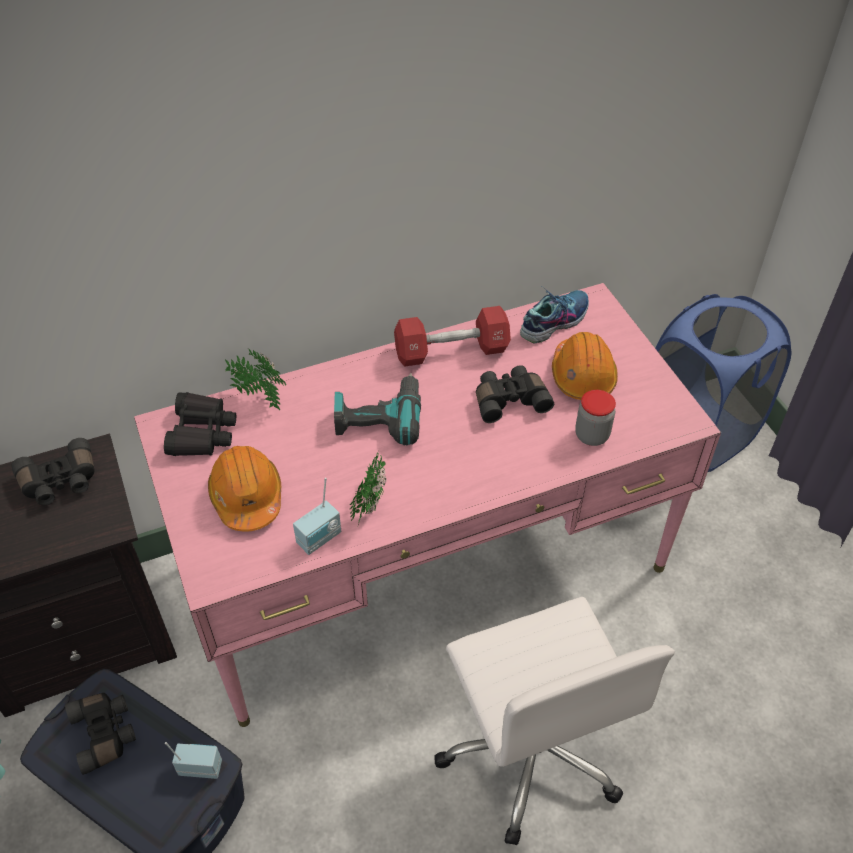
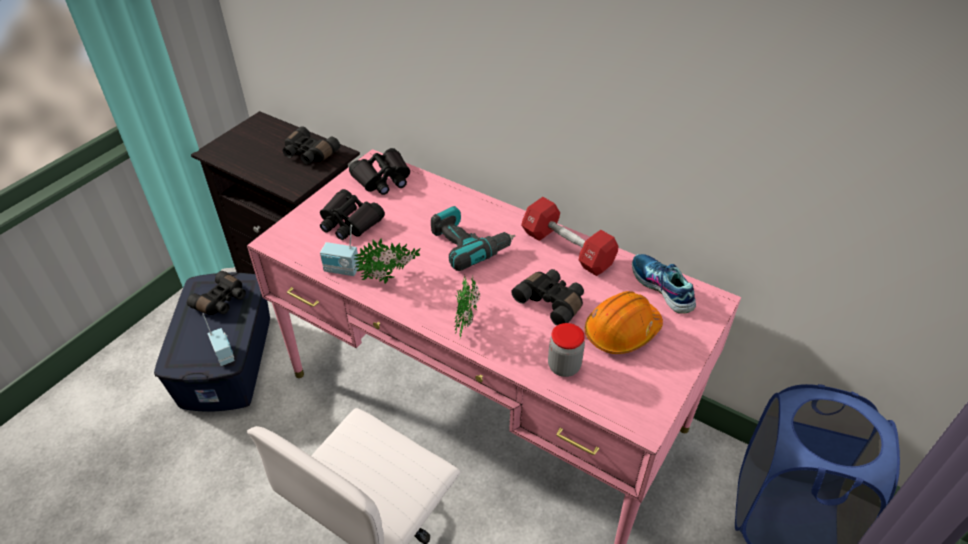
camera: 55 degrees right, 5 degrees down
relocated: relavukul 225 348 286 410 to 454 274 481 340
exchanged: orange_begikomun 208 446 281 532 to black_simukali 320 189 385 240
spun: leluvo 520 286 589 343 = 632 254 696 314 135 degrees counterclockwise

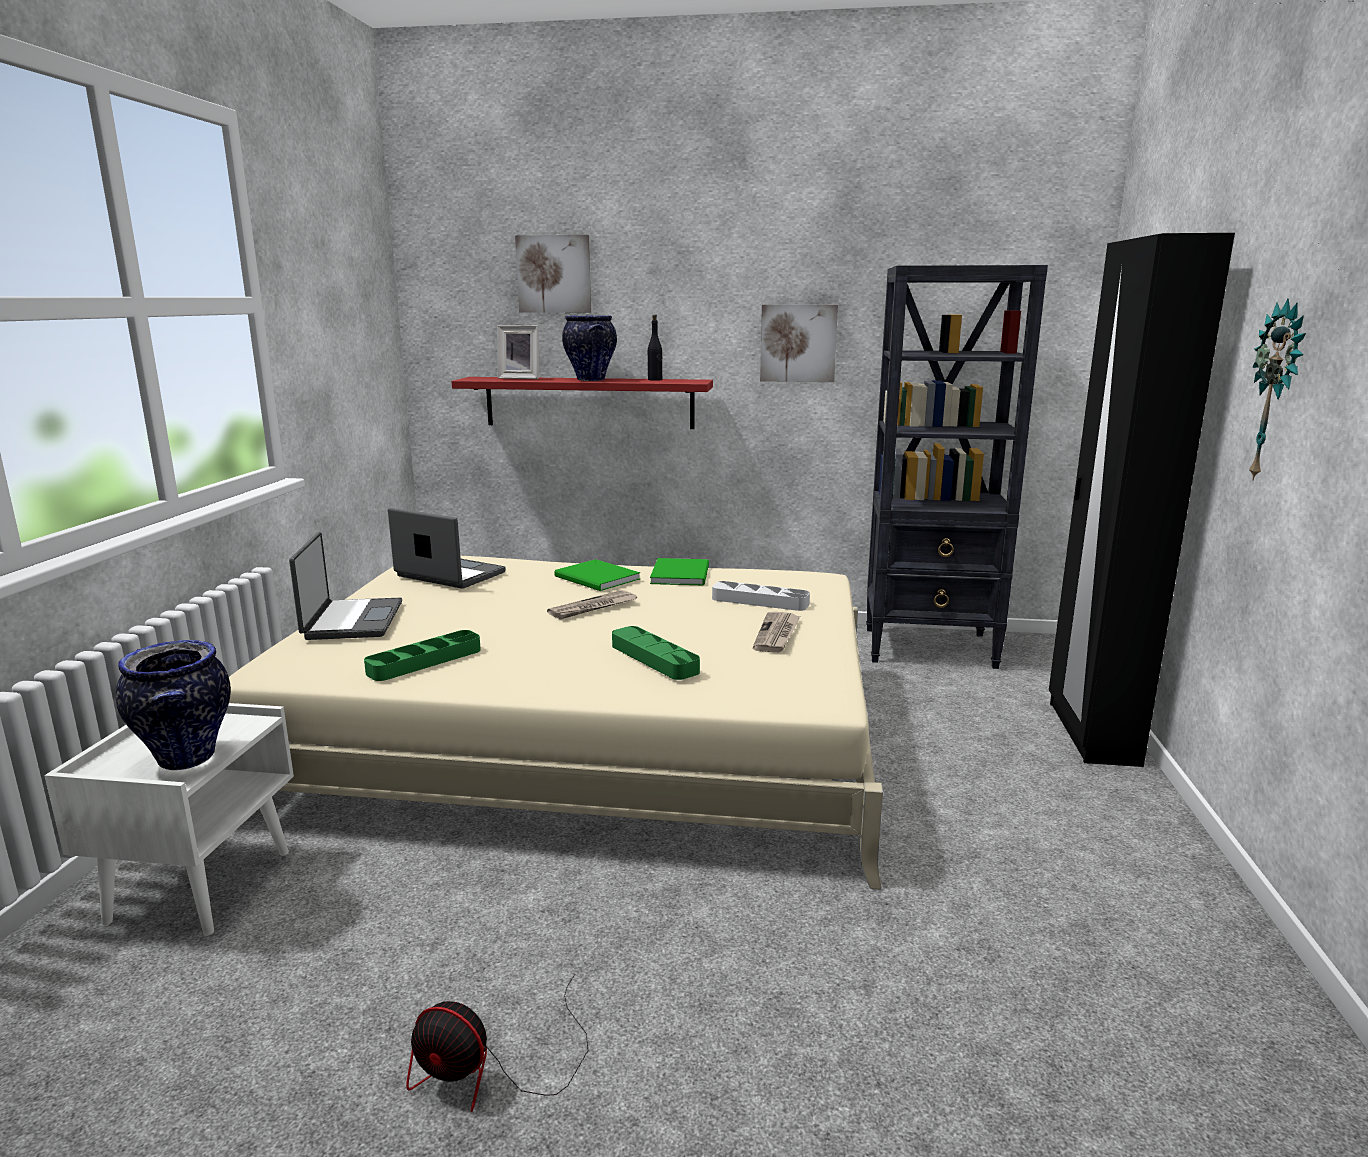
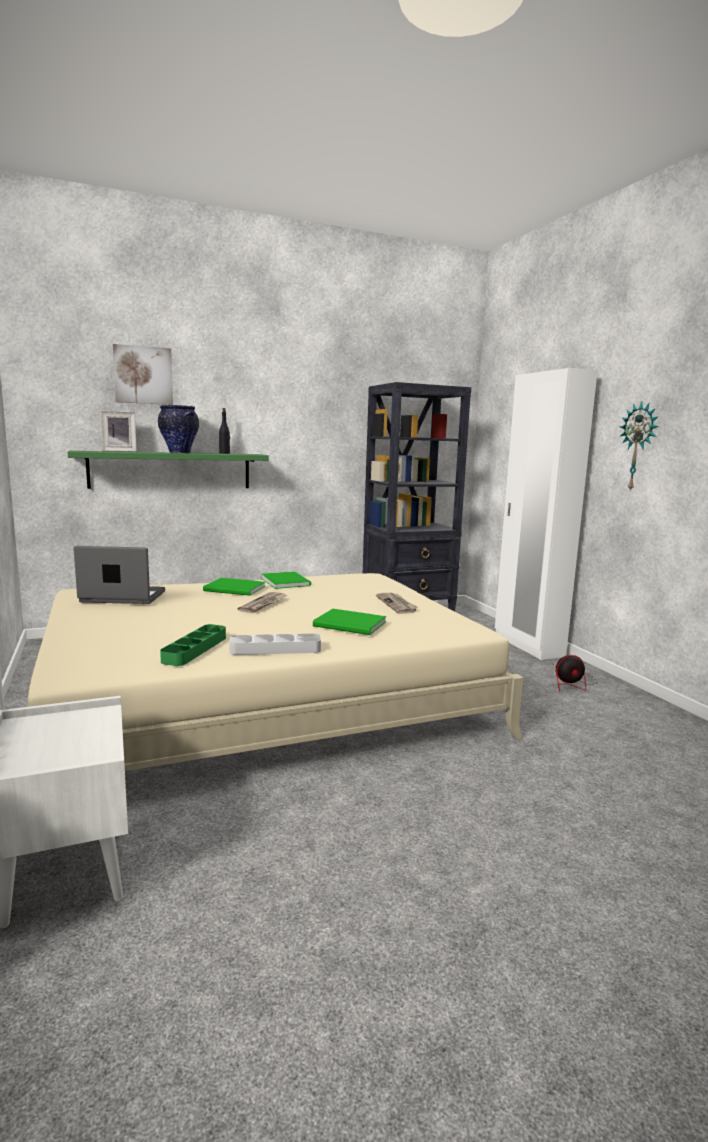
camera: 30 degrees left, 5 degrees down
missing: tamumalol 116 640 231 770; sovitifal 289 532 402 640; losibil 760 305 838 382
relocated: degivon 406 974 588 1112 to 554 655 598 691; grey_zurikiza 712 581 810 611 to 229 634 321 655
exchanged: green_zurikiza 612 626 700 680 to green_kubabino 313 609 387 635
colour: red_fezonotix 451 377 713 429 to green_fezonotix 67 451 269 489; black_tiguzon 1049 233 1235 767 to white_tiguzon 495 368 598 660

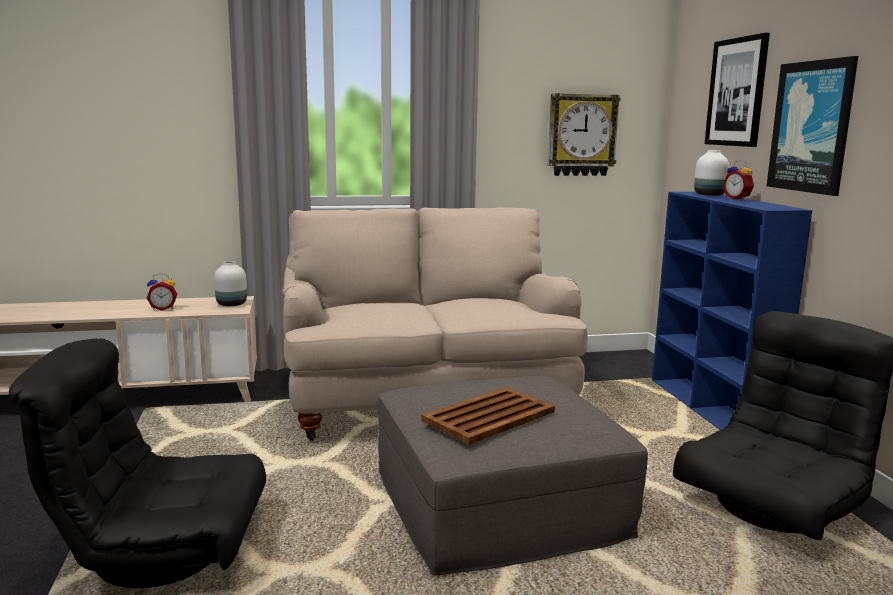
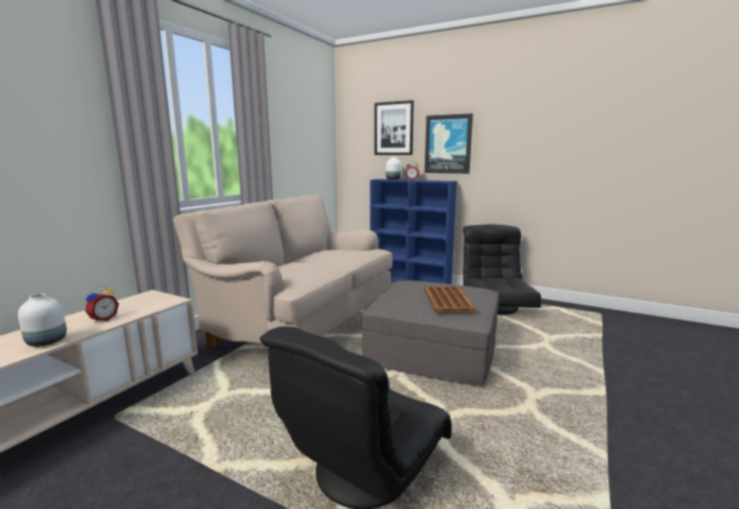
camera: 50 degrees left, 0 degrees up
missing: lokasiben 548 93 621 176
relocated: white_tamumalol 214 261 247 306 to 18 293 67 347

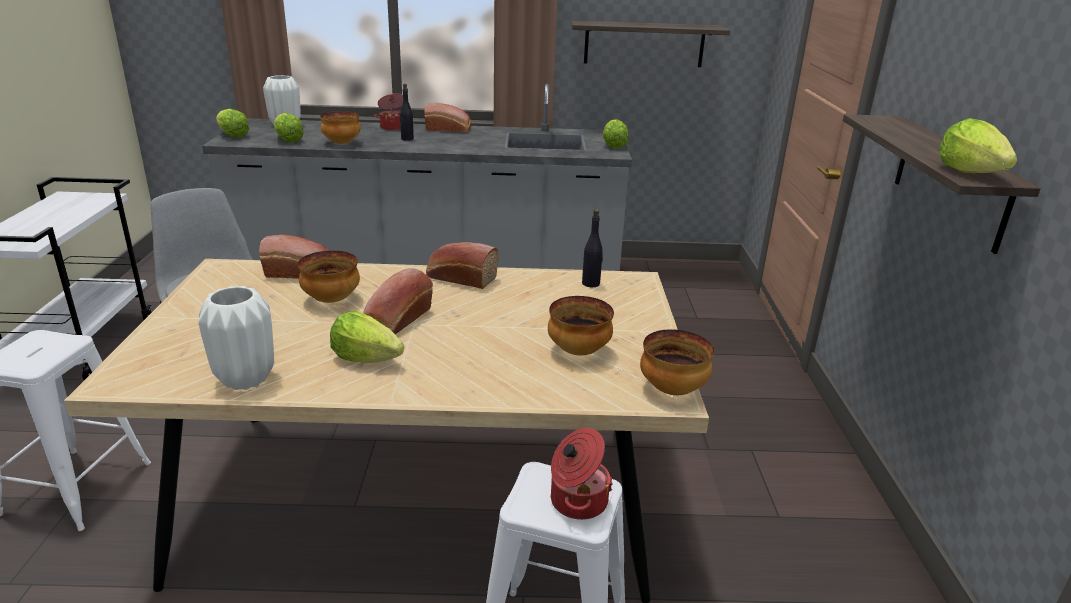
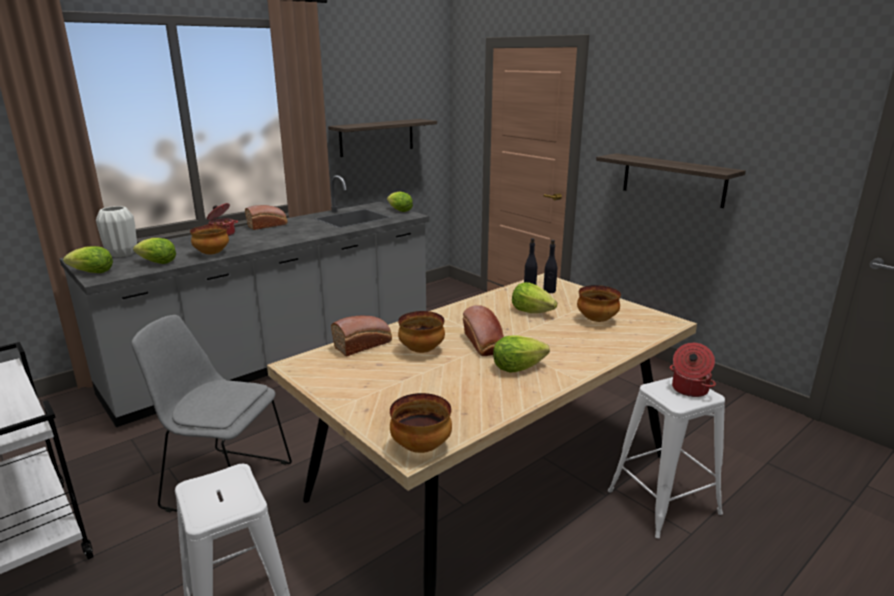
camera: 40 degrees left, 5 degrees down
missing: white_tamumalol 198 286 274 390; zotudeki 426 242 499 289
relocated: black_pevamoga 400 84 414 141 to 543 240 557 293; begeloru 640 329 714 395 to 390 393 452 453; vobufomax 939 118 1017 173 to 512 282 557 313

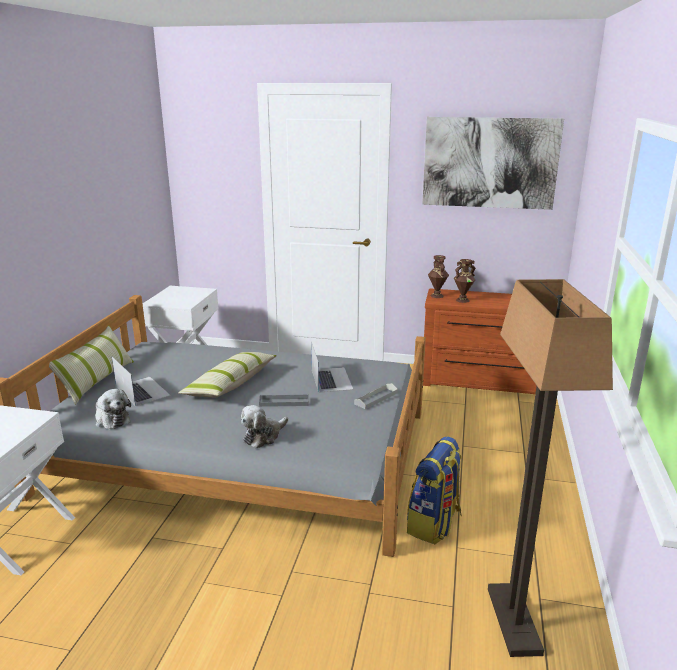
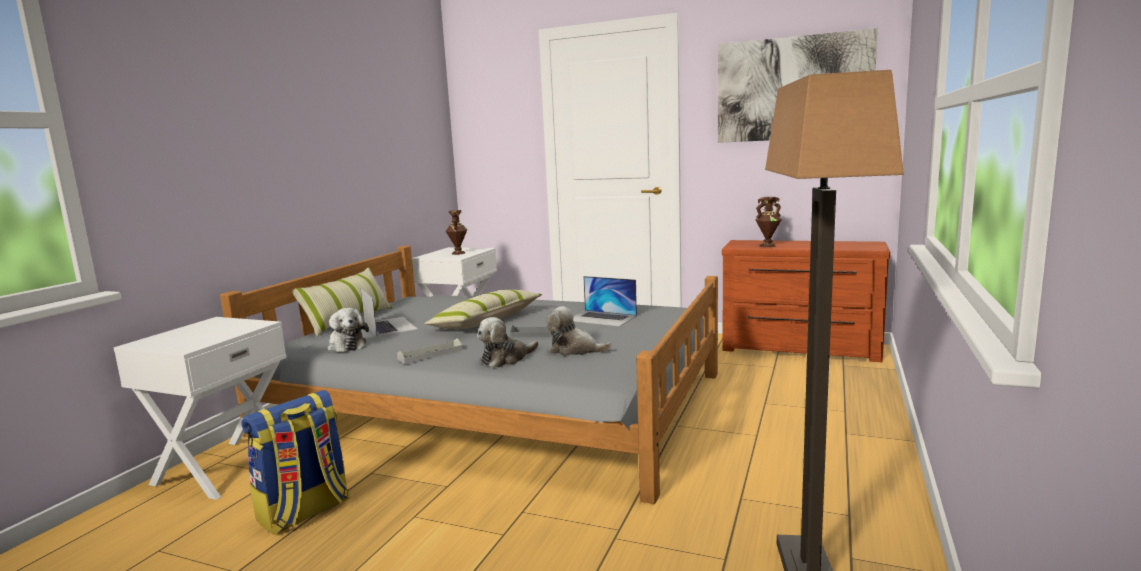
camera: 10 degrees right, 10 degrees down
appeared: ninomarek 546 306 612 356
relocated: grey_zurikiza 354 383 398 409 to 397 338 463 364; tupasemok 407 436 462 544 to 241 390 349 535; brown_tamumalol 428 255 449 298 to 446 210 468 255
spun: sovitifal 311 341 353 393 = 573 276 637 327 120 degrees clockwise

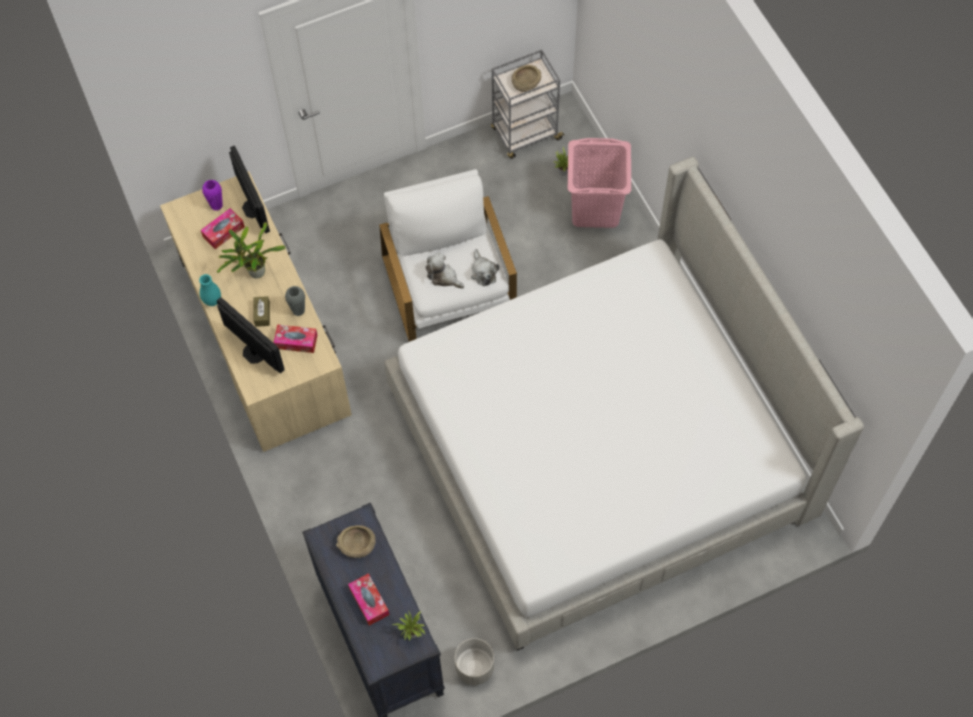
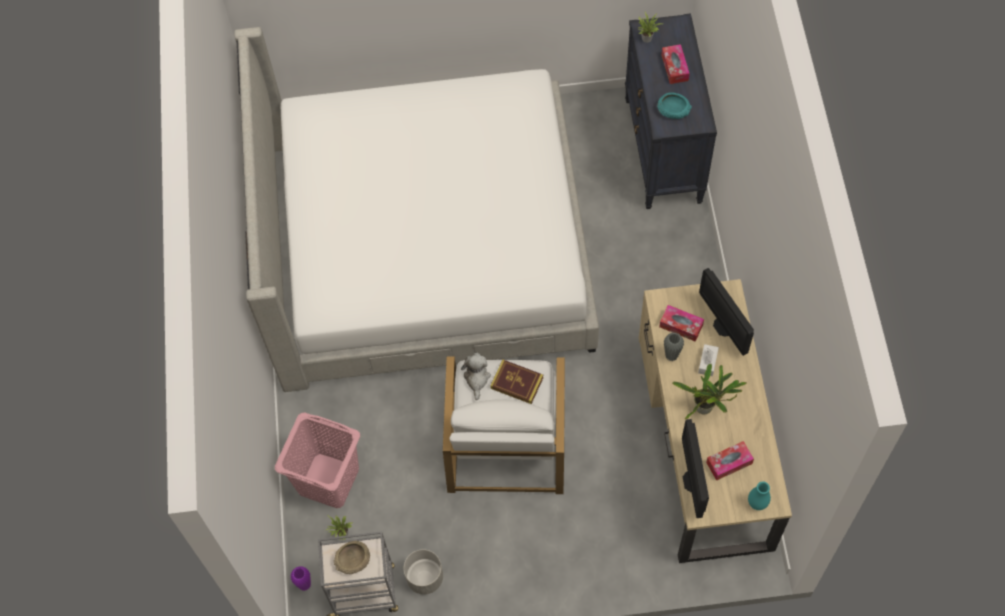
camera: 160 degrees left, 0 degrees up
relocated: turquoise_tamumalol 199 274 221 306 to 748 481 771 510; purple_tamumalol 202 180 223 211 to 291 566 311 591; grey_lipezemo 455 638 494 685 to 404 549 443 595
exchanged: ninomarek 426 253 464 288 to kubabino 490 360 543 404
colour: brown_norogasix 254 296 270 327 to white_norogasix 698 344 719 376; beige_begeloru 336 525 376 558 to turquoise_begeloru 657 93 692 119

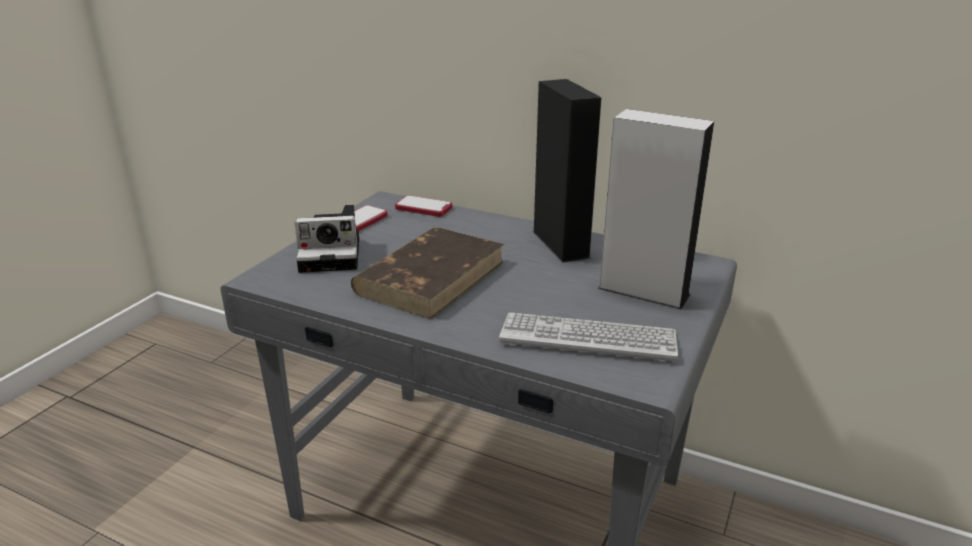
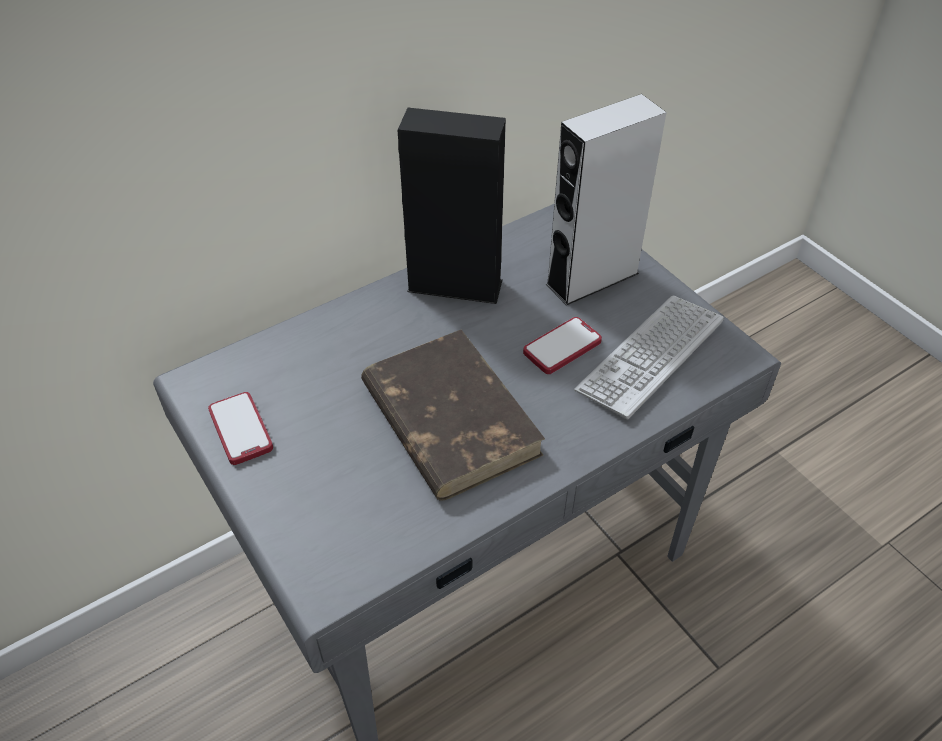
camera: 60 degrees left, 20 degrees up
missing: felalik 295 205 359 273
relocated: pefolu 395 195 452 217 to 523 317 602 374

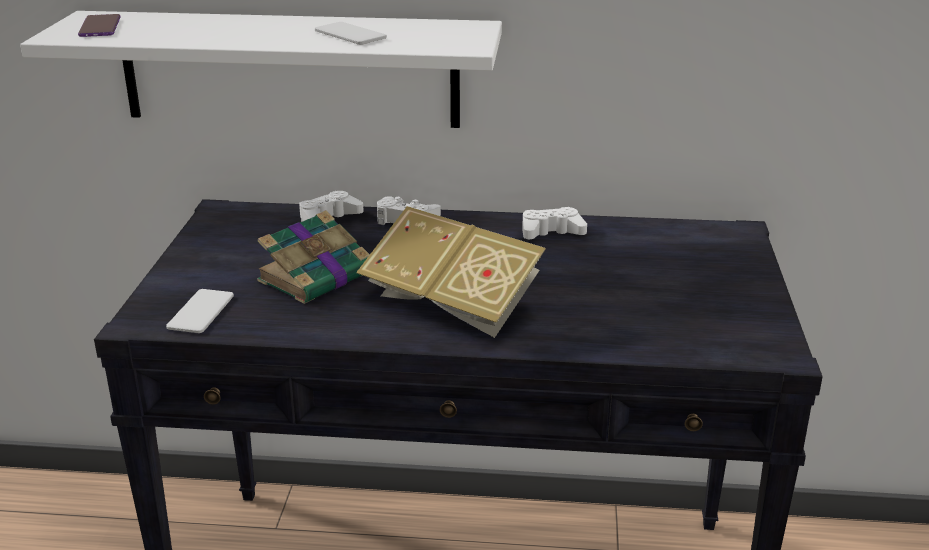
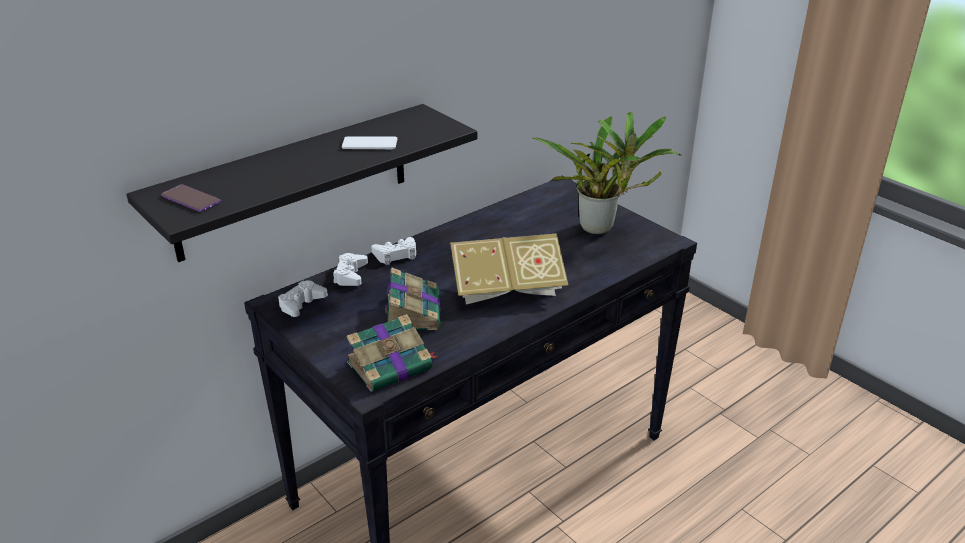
camera: 45 degrees left, 5 degrees up
appeared: relavukul 532 112 682 234
relocated: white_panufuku 522 207 587 239 to 278 280 328 317
exchanged: pefolu 166 289 234 333 to kubabino 347 314 439 392
colour: white_fezonotix 20 11 502 128 to black_fezonotix 126 104 477 262

